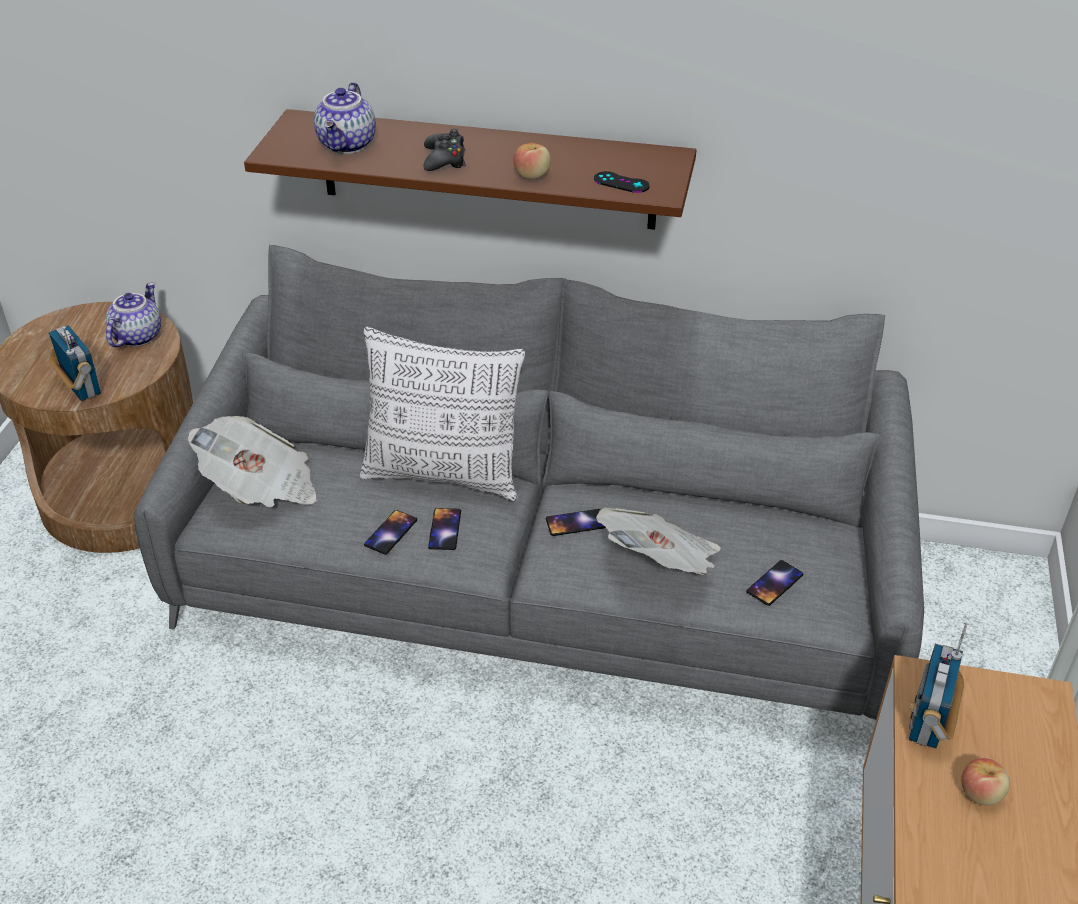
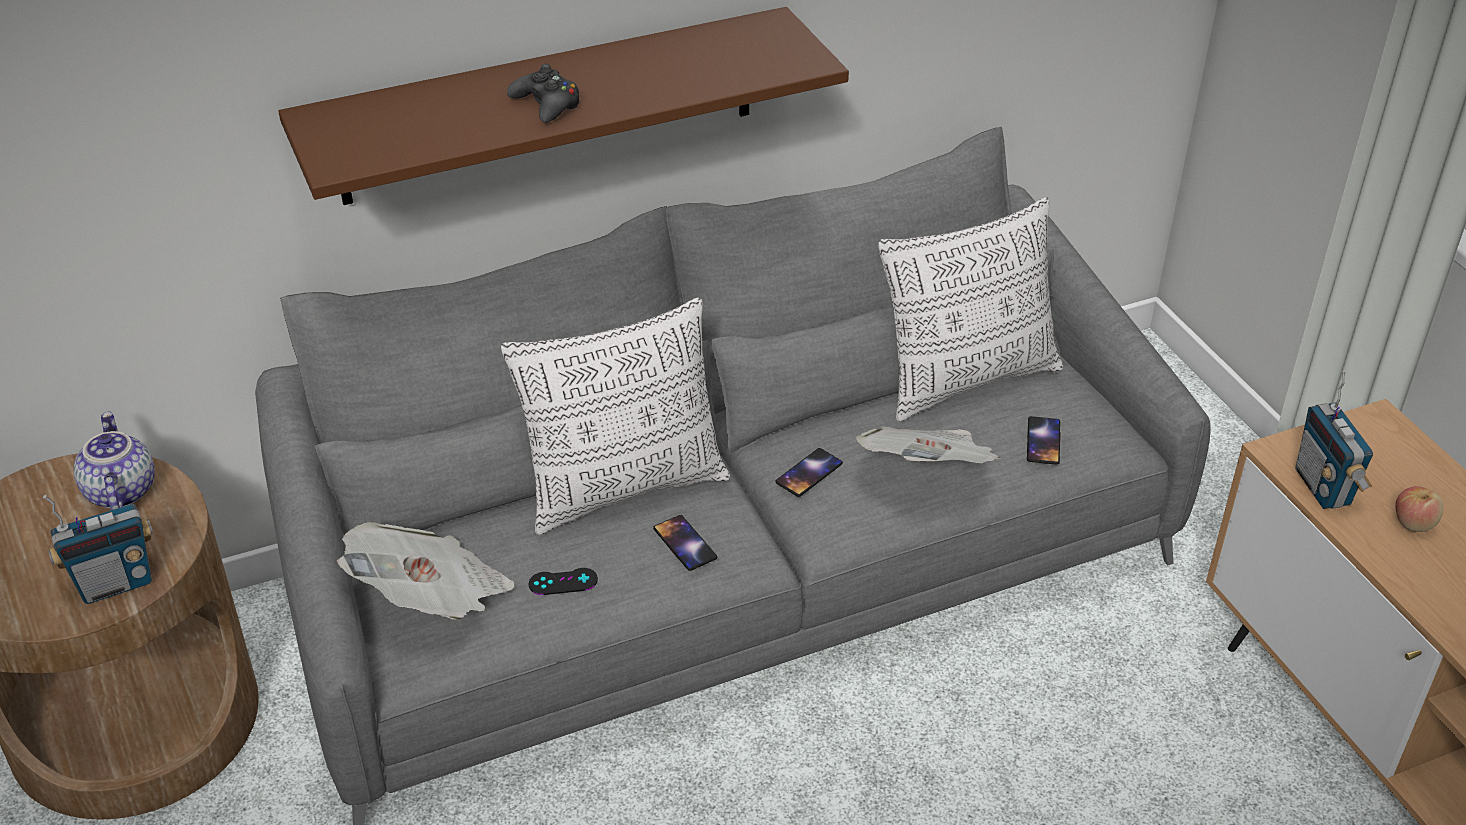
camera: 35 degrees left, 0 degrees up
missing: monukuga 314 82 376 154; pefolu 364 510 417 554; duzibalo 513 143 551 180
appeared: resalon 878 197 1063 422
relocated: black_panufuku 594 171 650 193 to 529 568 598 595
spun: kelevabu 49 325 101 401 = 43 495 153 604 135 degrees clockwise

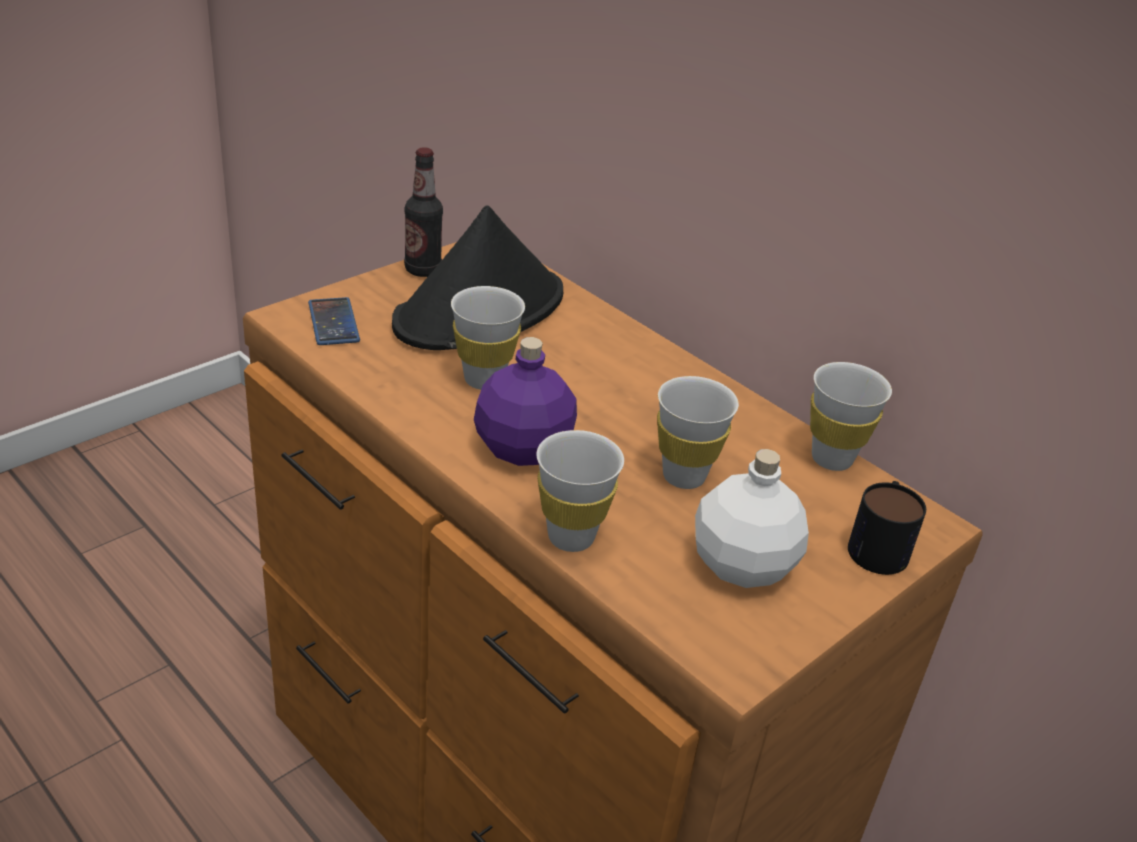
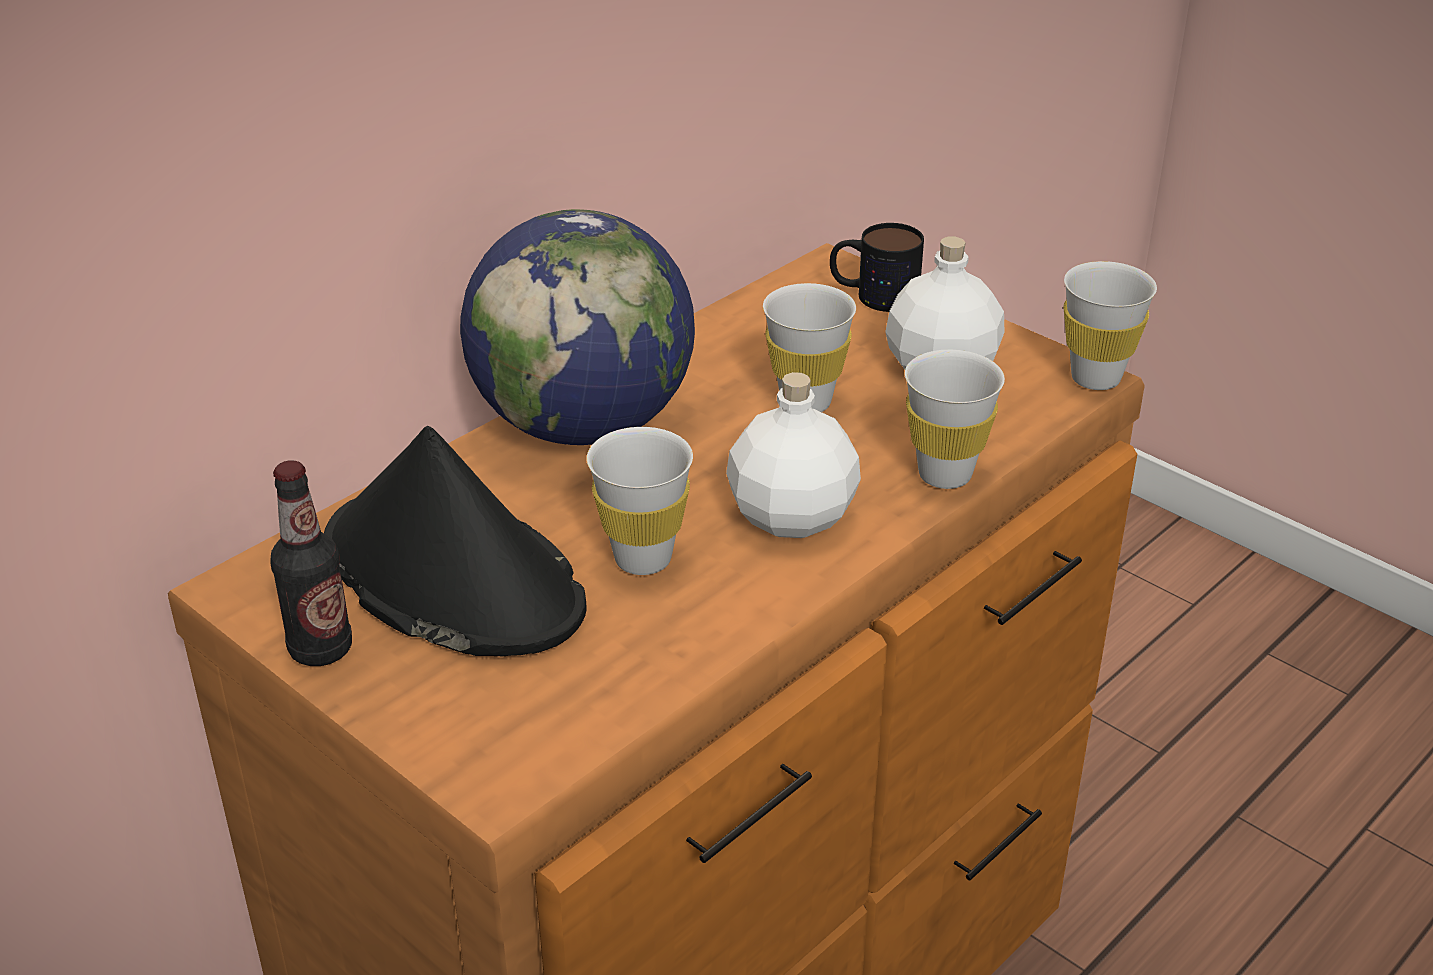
camera: 90 degrees left, 0 degrees up
missing: pefolu 308 297 360 345
appeared: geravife 460 209 695 445
relocated: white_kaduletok 810 362 892 471 to 1064 261 1157 390
colour: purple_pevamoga 474 337 577 466 to white_pevamoga 726 372 861 538

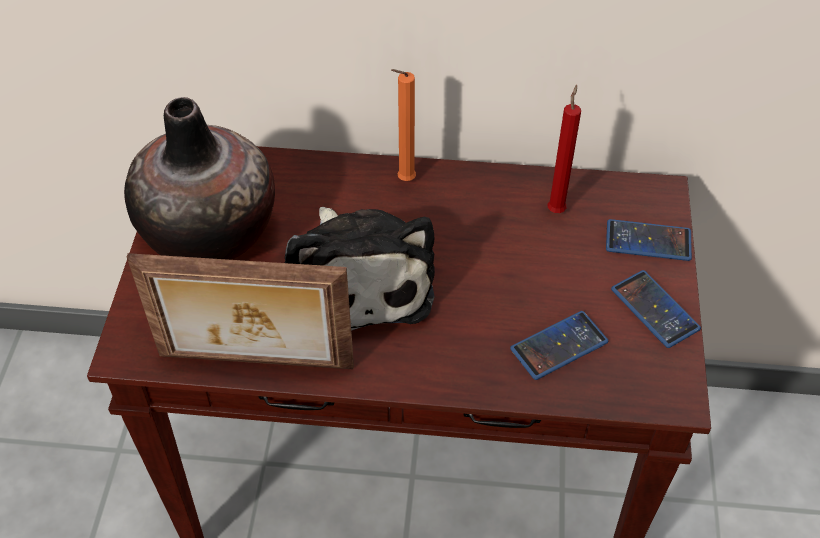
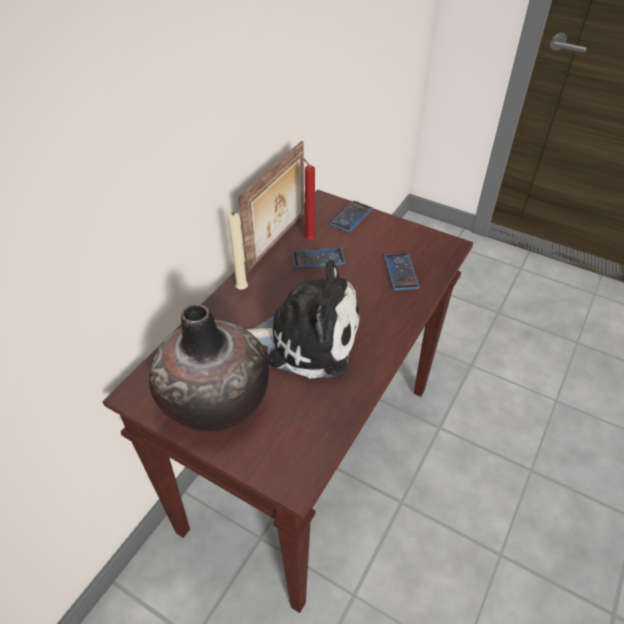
camera: 65 degrees left, 5 degrees down
relocated: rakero 127 253 354 369 to 238 141 304 273; pefolu 611 270 701 348 to 292 247 346 269
colour: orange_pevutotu 391 69 416 181 to beige_pevutotu 228 212 248 290

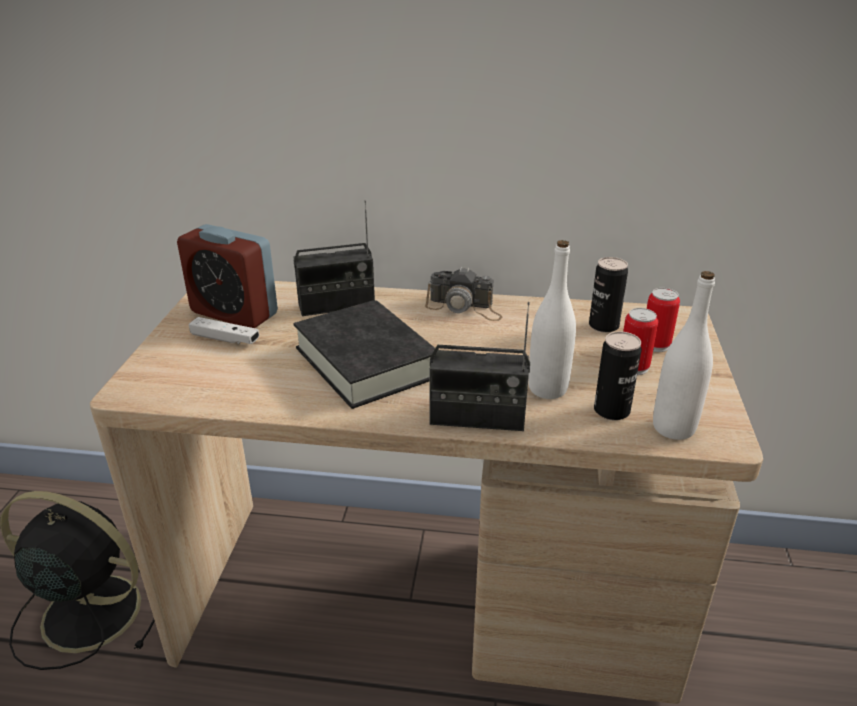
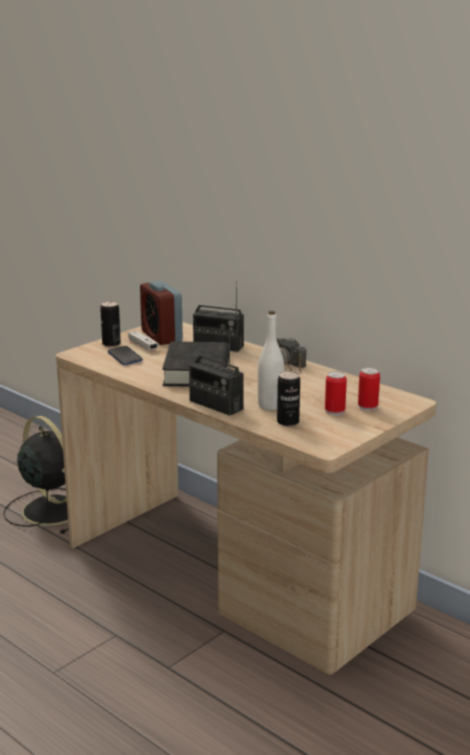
camera: 35 degrees right, 10 degrees down
missing: white_pevamoga 653 271 715 440
appeared: pefolu 108 346 143 365
relocated: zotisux 589 257 628 333 to 100 301 121 347

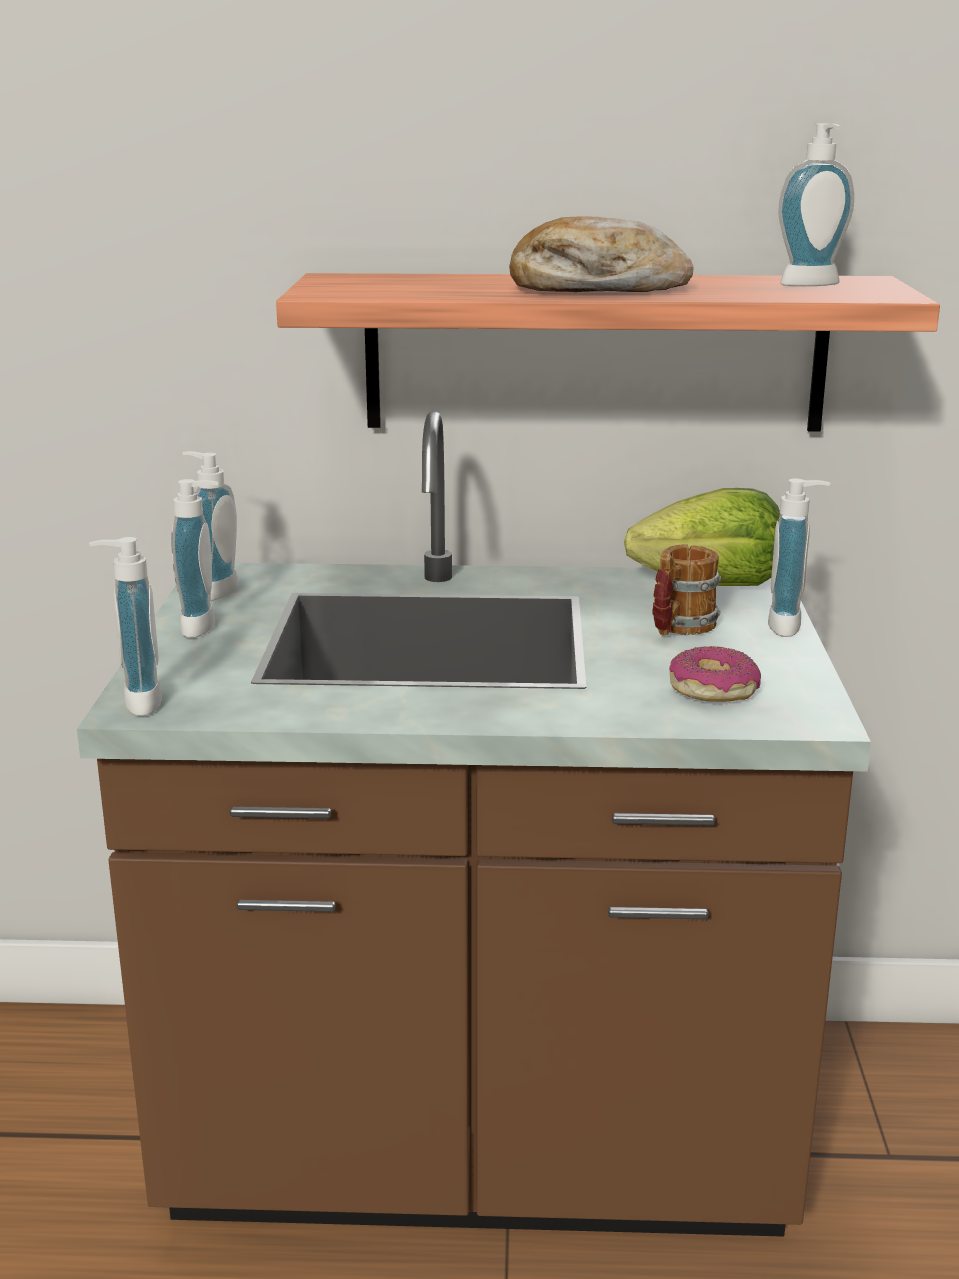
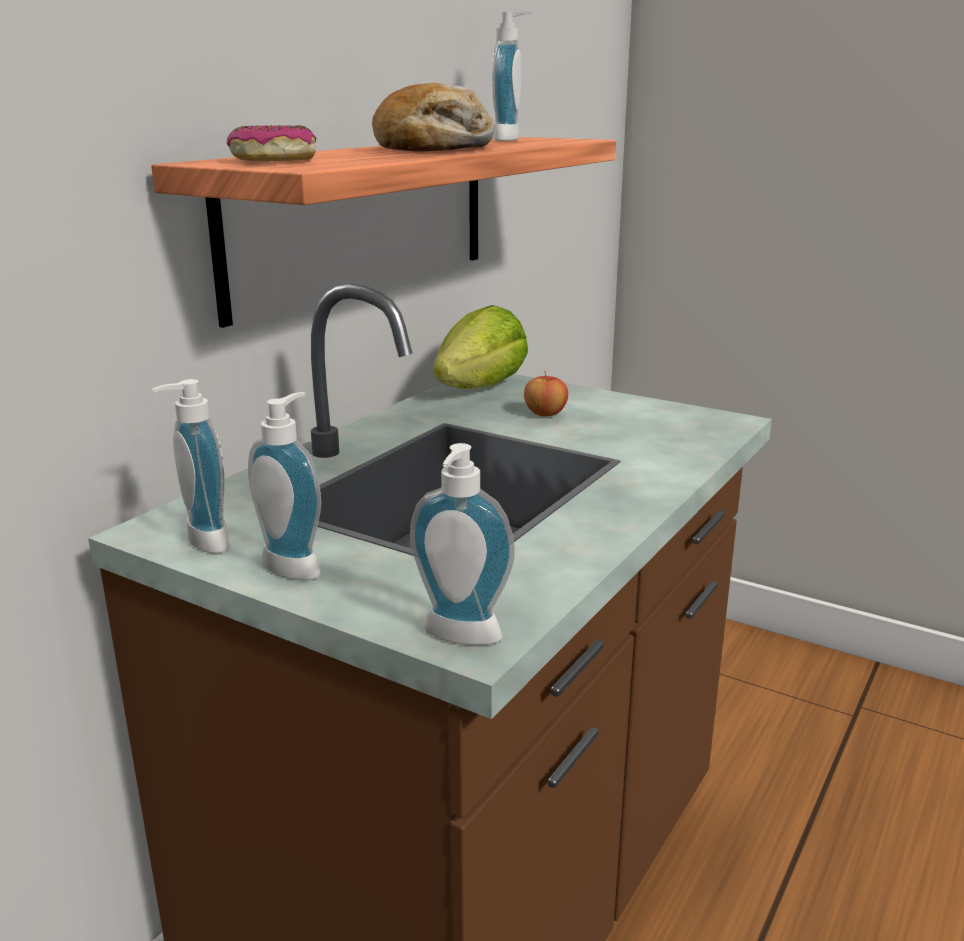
camera: 60 degrees left, 0 degrees up
missing: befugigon 768 479 830 637
relocated: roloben 669 646 761 702 to 227 125 316 161
exchanged: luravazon 653 544 722 636 to duzibalo 524 371 568 416

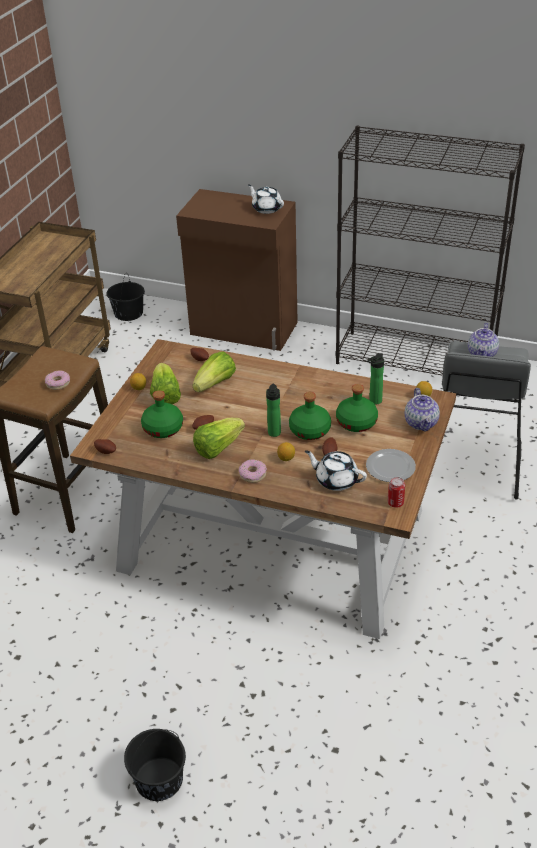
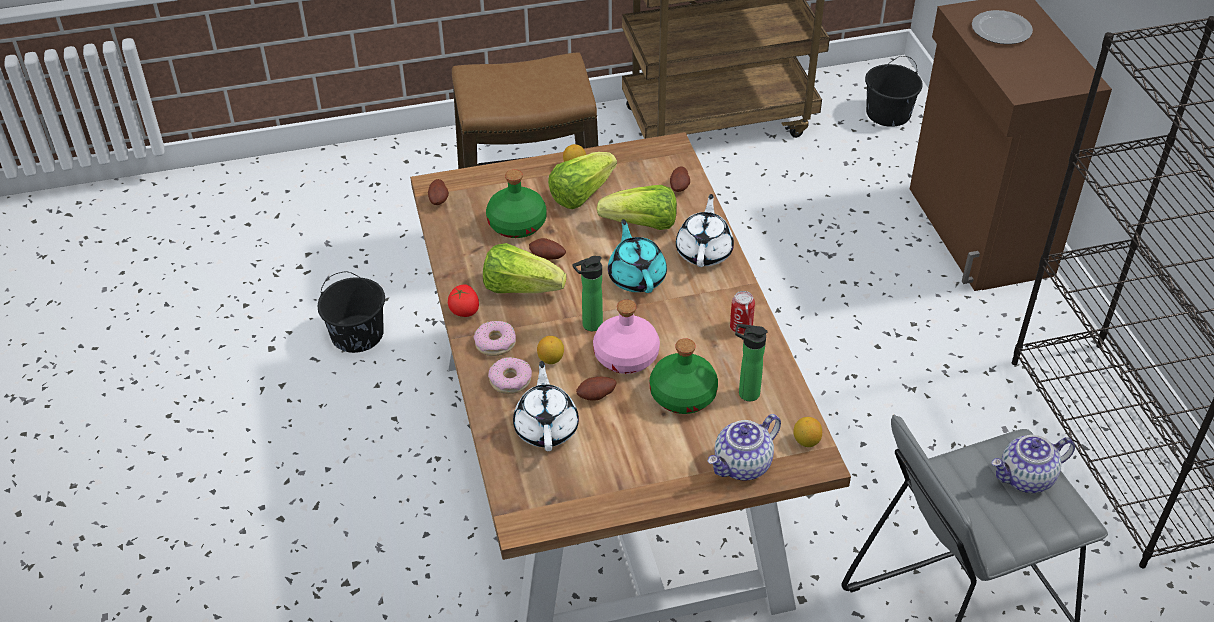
camera: 55 degrees right, 5 degrees up
appeared: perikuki 448 284 479 317; turquoise_monukuga 608 219 667 293
relocated: roloben 45 370 70 390 to 488 357 532 394; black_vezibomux 124 729 186 801 to 318 271 385 353; white_monukuga 248 184 284 214 to 676 194 734 267; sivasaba 366 449 416 482 to 972 10 1033 44; zotisux 388 477 405 508 to 730 291 755 334
colour: green_pevamoga 289 392 331 440 to pink_pevamoga 593 300 660 374

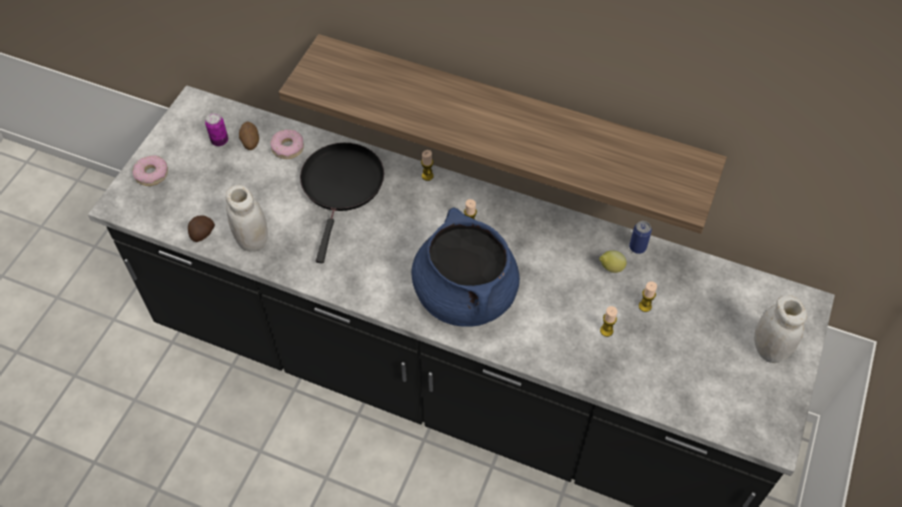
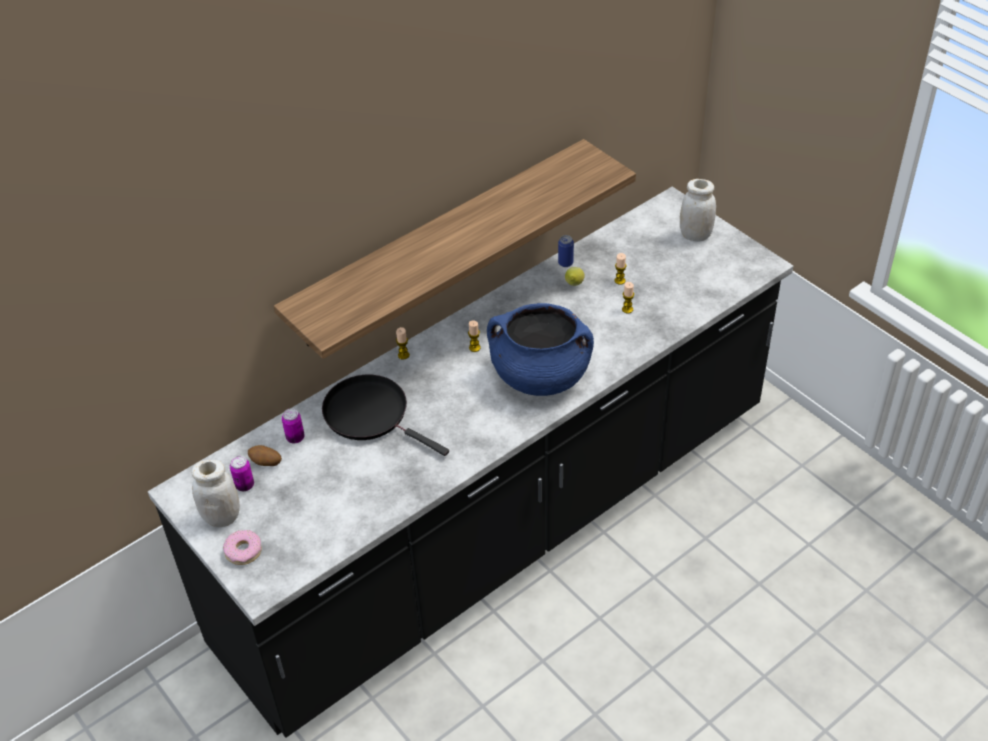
camera: 60 degrees left, 10 degrees down
missing: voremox 188 215 215 242
relocated: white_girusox 226 185 268 252 to 191 460 240 527
exchanged: roloben 270 129 304 159 to zotisux 282 408 305 443

